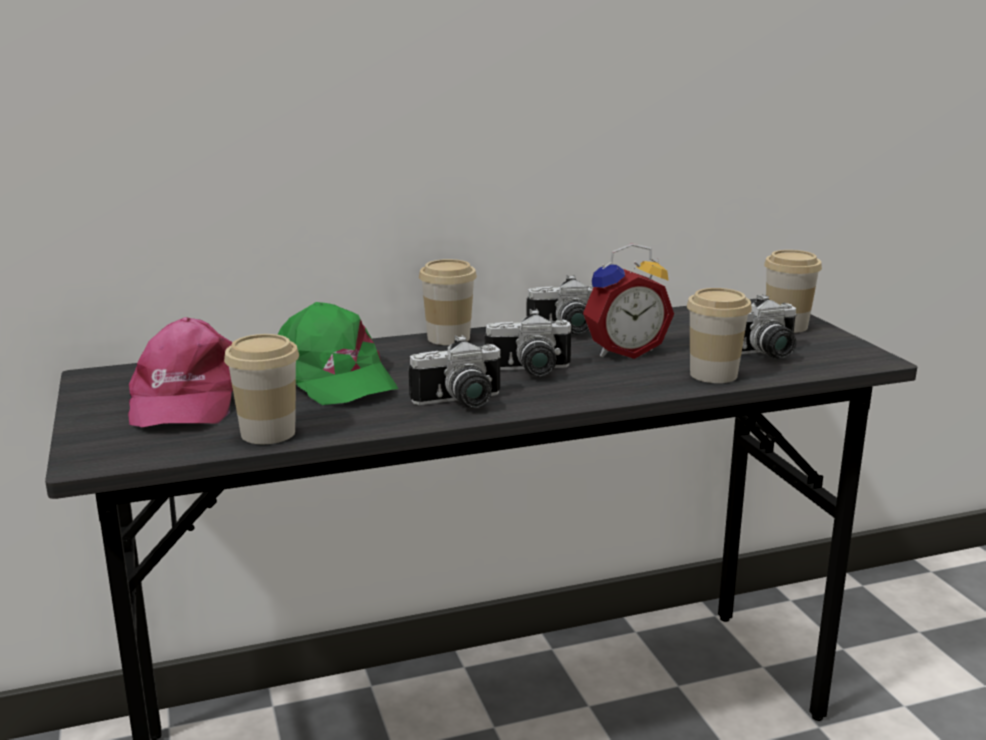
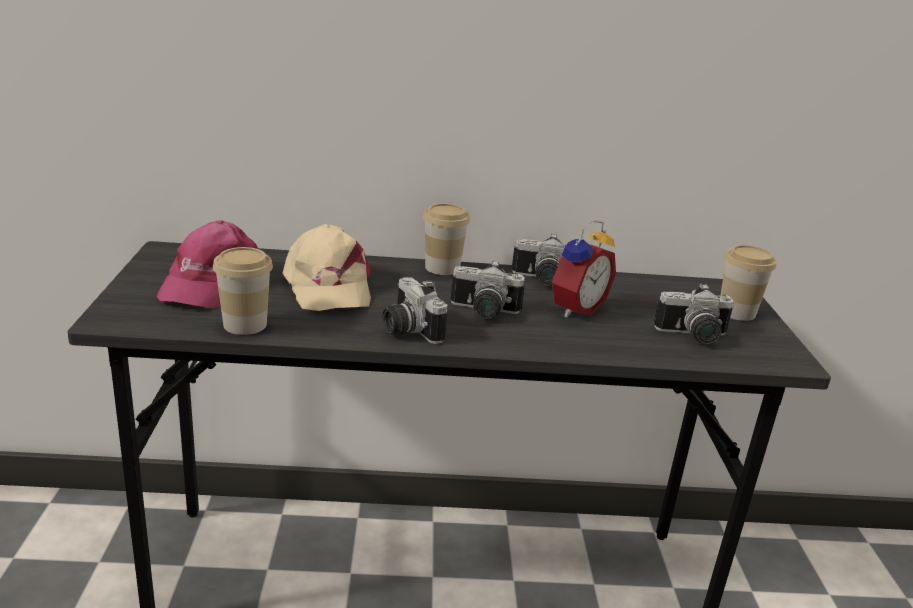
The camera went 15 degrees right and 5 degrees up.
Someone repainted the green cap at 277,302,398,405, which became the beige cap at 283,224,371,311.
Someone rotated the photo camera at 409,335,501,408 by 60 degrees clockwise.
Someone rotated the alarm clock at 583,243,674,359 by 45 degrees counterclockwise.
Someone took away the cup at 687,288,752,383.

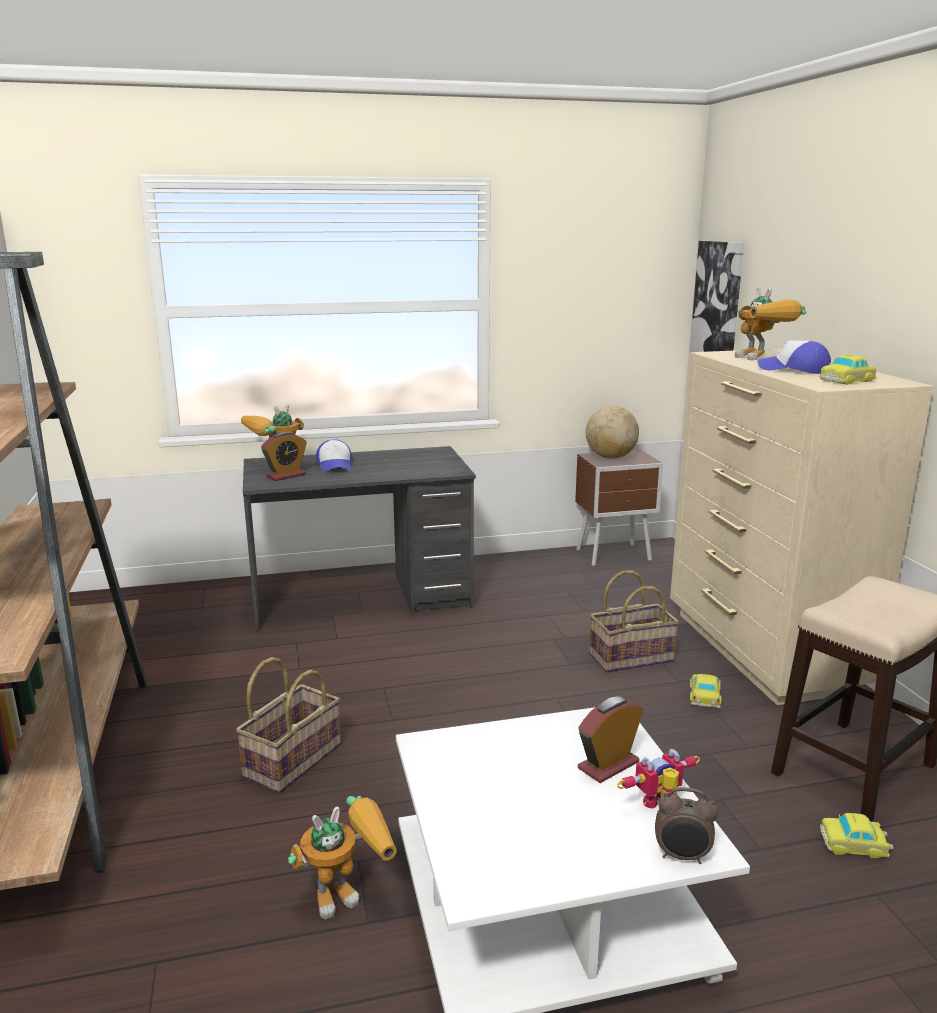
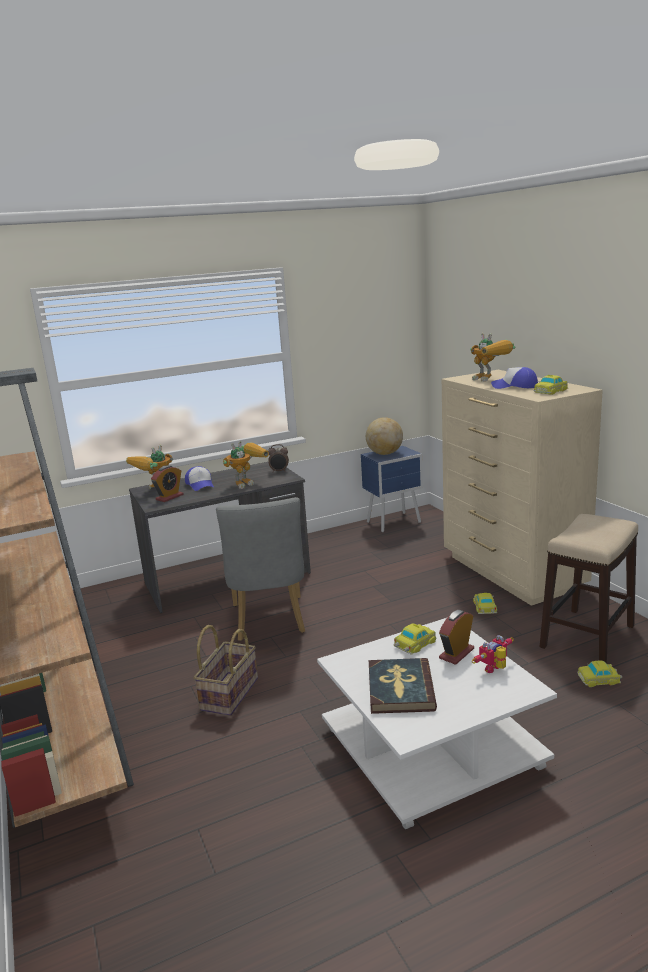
The camera went 10 degrees left and 0 degrees up.
Someone put down the grey chair at 216,497,305,641.
Someone carried the toy robot from 288,796,397,919 to 223,441,269,489.
Someone carried the alarm clock from 655,787,718,864 to 268,444,289,472.
Someone repainted the brown nightstand at 575,450,663,566, which became the blue nightstand at 361,446,423,532.
Someone put down the book at 369,658,437,714.
Someone put down the toy car at 393,623,437,655.
Someone took away the basket at 589,570,679,673.
Someone took away the picture at 690,241,744,352.

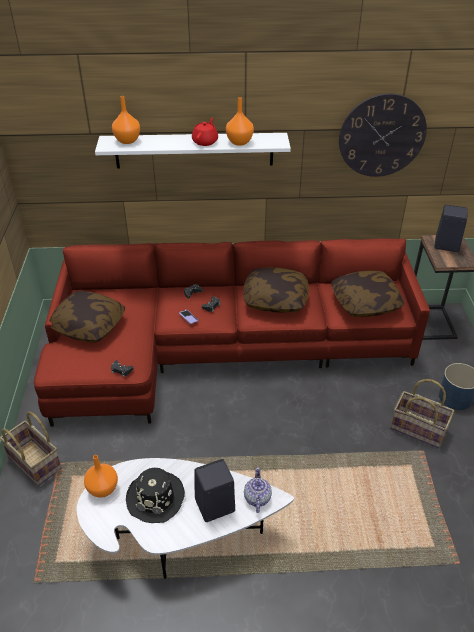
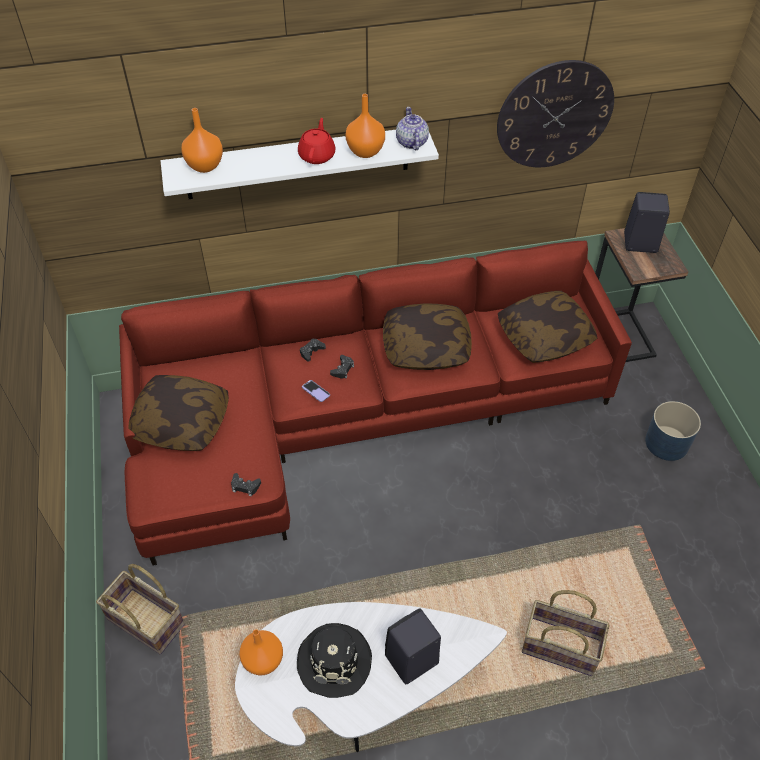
The camera went 10 degrees left and 10 degrees up.
Someone carried the teapot from 244,467,272,513 to 396,107,429,151.
Someone carried the basket from 391,379,454,448 to 522,590,609,676.

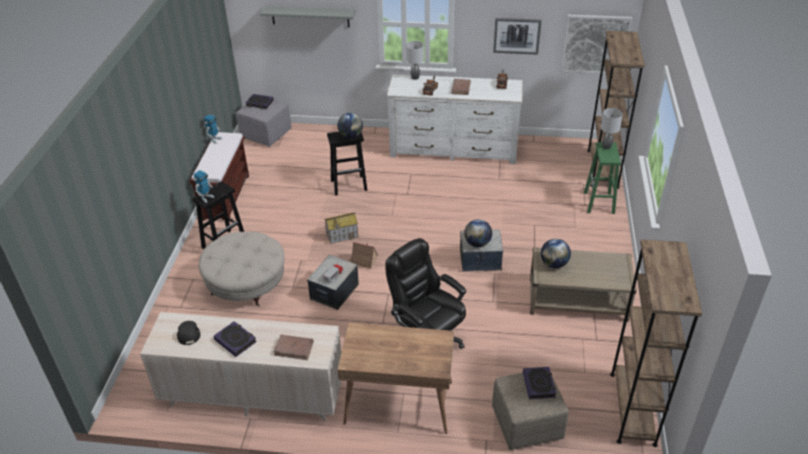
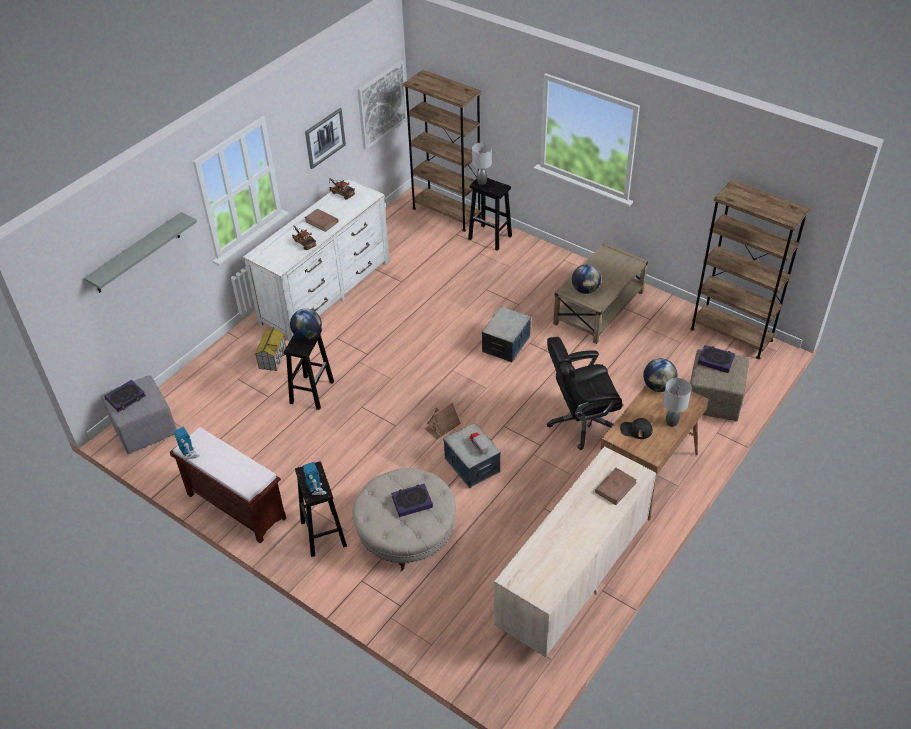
The camera went 60 degrees left and 5 degrees up.
Someone carried the toy house from 324,212,358,244 to 255,327,286,371.
Someone carried the book from 214,321,257,357 to 391,484,433,517.
Someone repainted the green stool at 584,142,621,214, which became the black stool at 468,178,512,251.
Someone carried the black cap from 177,321,200,345 to 620,418,653,439.
Someone carried the globe from 464,219,492,247 to 643,358,677,392.
Someone carried the grey table lamp from 406,41,424,80 to 663,378,692,427.

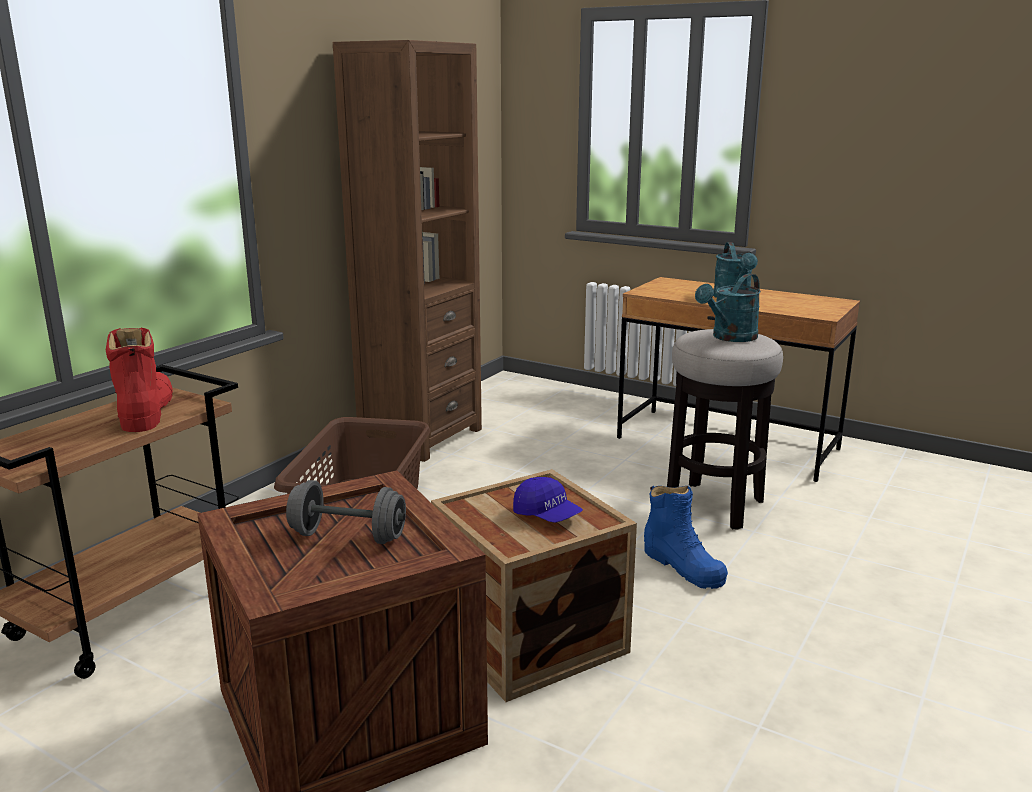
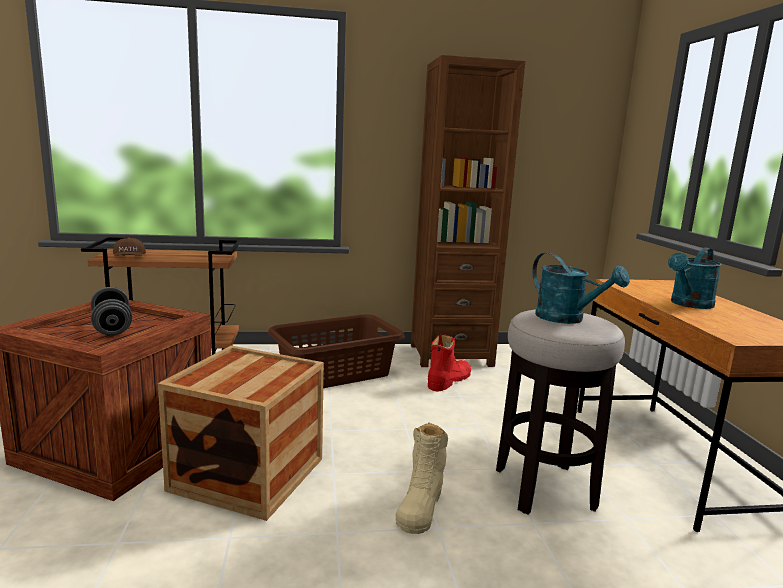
The camera went 50 degrees right and 5 degrees down.
Someone put down the brown cap at 113,238,146,256.
Someone repainted the blue boot at 644,486,728,589, which became the beige boot at 396,423,448,534.
Someone carried the red boot from 106,328,173,432 to 428,335,471,391.
Someone rotated the turquoise watering can at 695,273,761,342 by 135 degrees counterclockwise.
Someone took away the blue cap at 513,477,583,523.

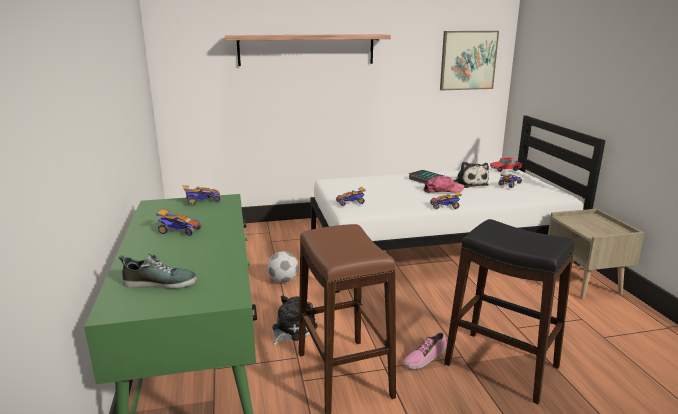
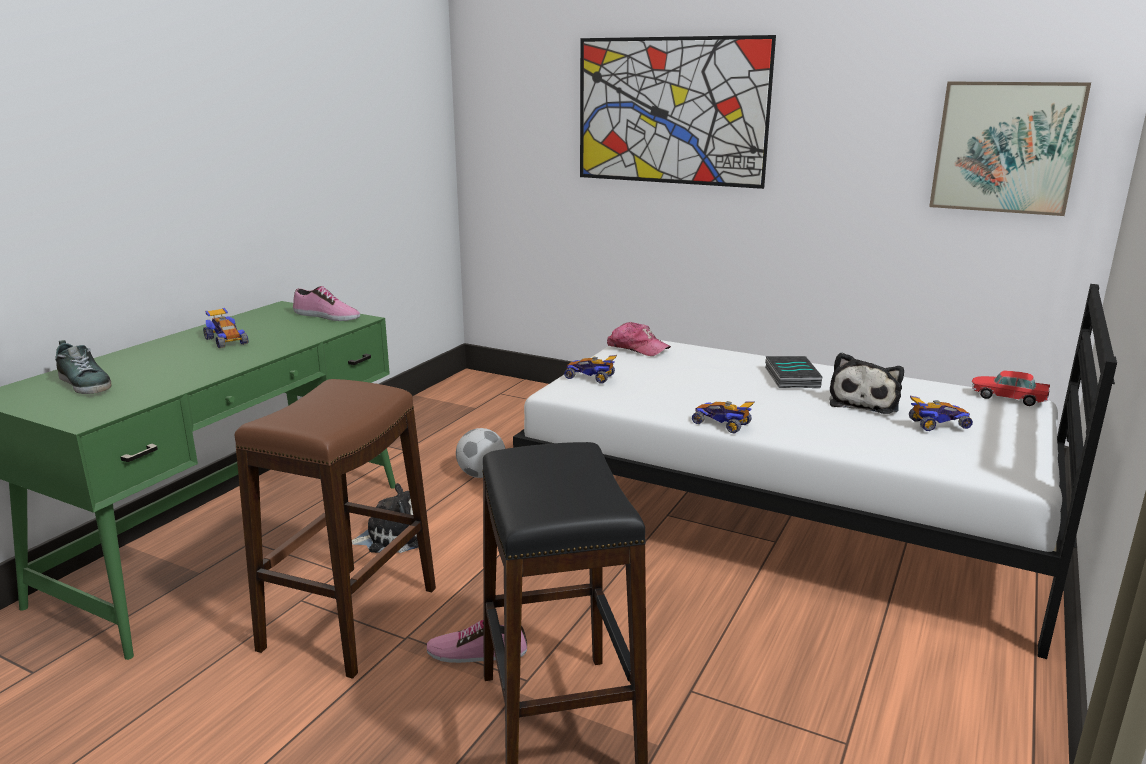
The camera went 40 degrees right and 0 degrees up.
Someone swapped the toy car at 183,185,220,206 for the shoe at 293,286,360,321.
Someone swapped the shelf at 225,34,391,66 for the picture at 580,35,776,189.
Someone carried the cap from 424,176,464,193 to 607,322,671,356.
Someone took away the beige nightstand at 548,209,645,300.

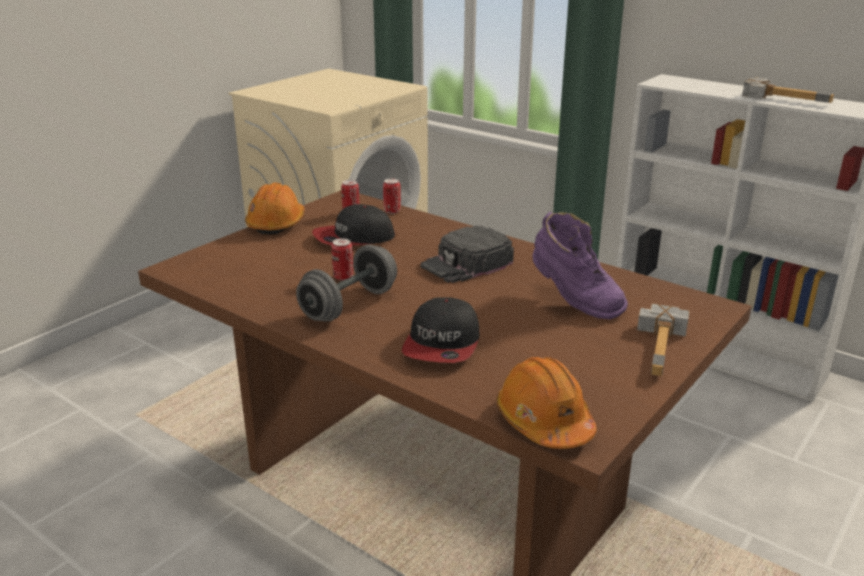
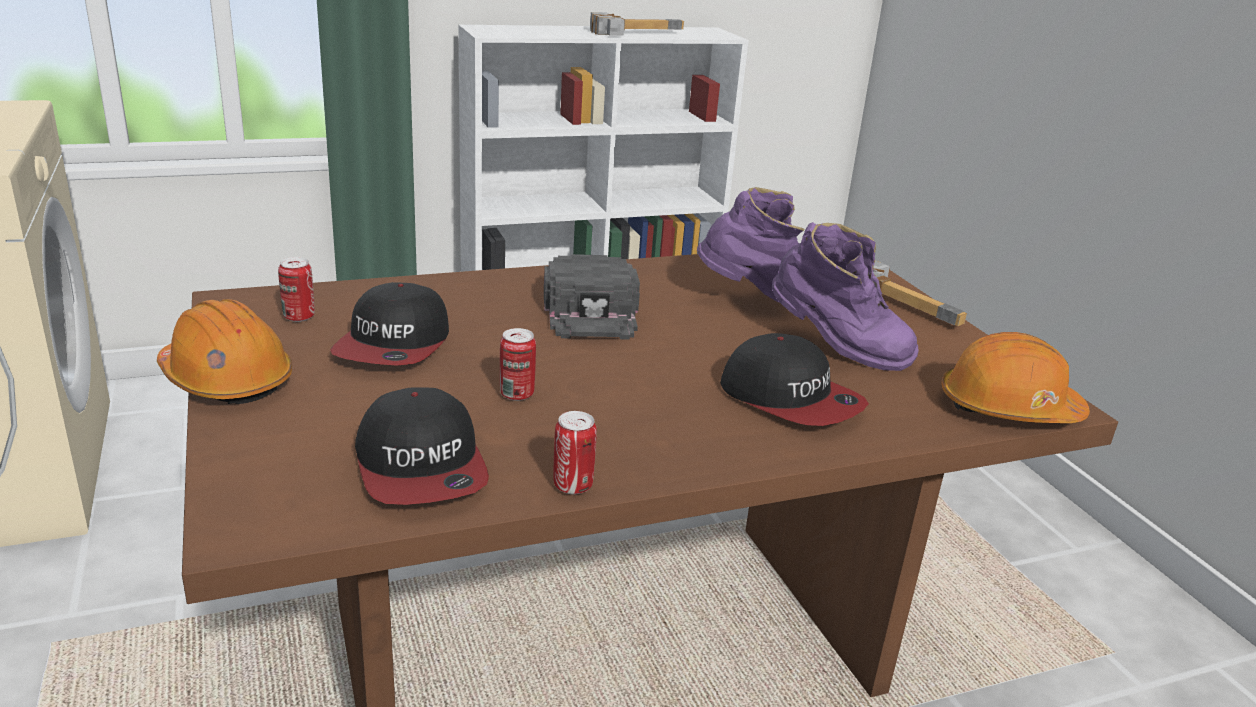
The camera went 60 degrees left and 0 degrees up.
Someone put down the cap at 355,387,489,505.
Someone carried the can from 383,178,401,214 to 554,411,597,494.
Someone put down the purple boot at 772,222,919,371.
Someone took away the grey dumbbell at 296,245,397,322.

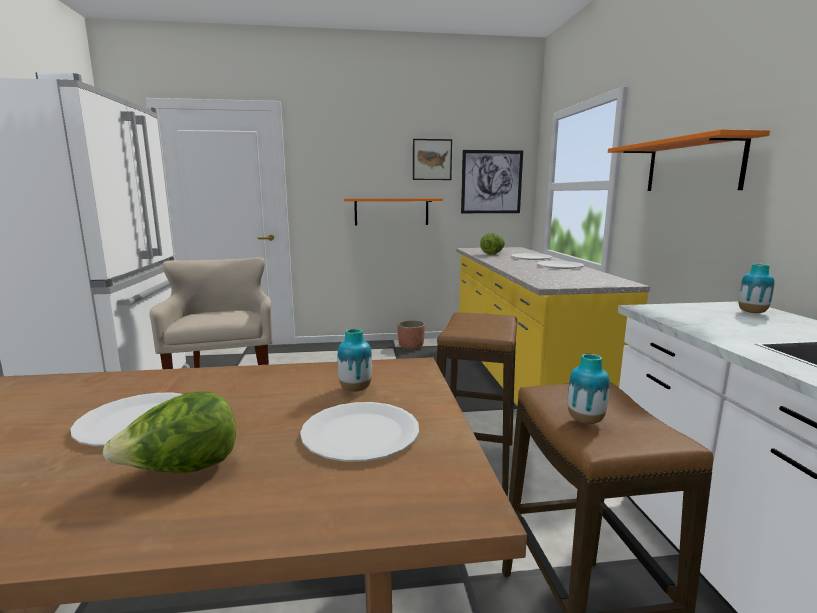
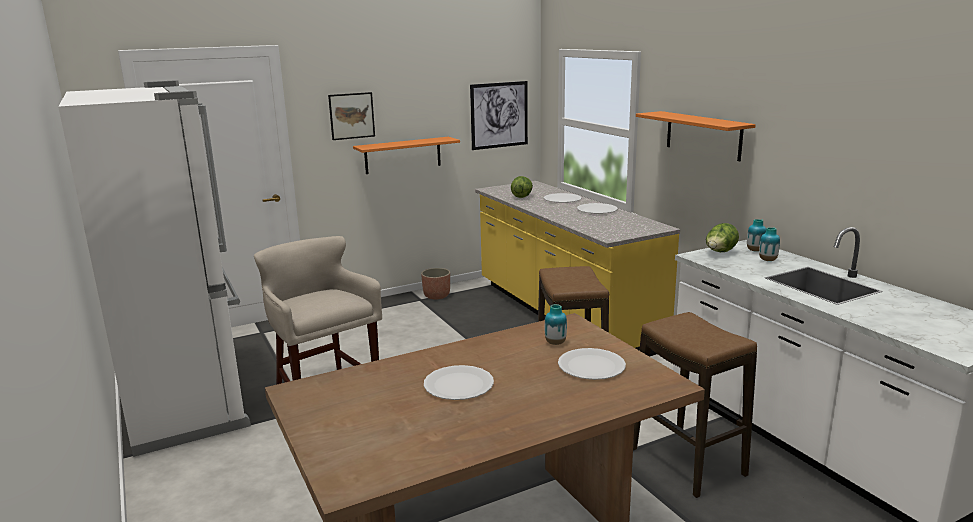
The camera went 20 degrees left and 5 degrees up.
Someone carried the picture from 413,139,452,180 to 328,92,375,140.
Someone carried the lettuce from 102,391,236,473 to 706,223,739,252.
Someone carried the vase from 568,354,610,424 to 759,227,780,261.

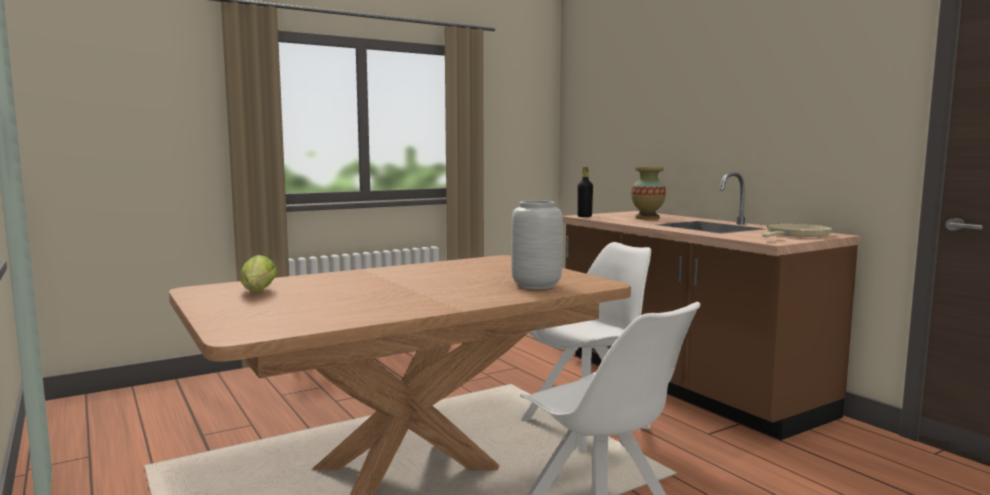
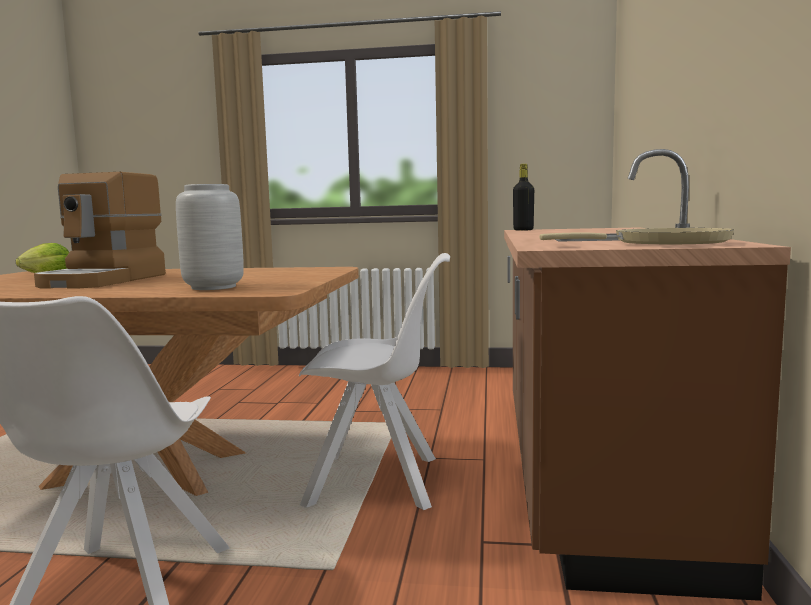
The camera went 40 degrees right and 0 degrees up.
Someone put down the coffee machine at 34,172,166,289.
Someone took away the vase at 631,167,666,220.

